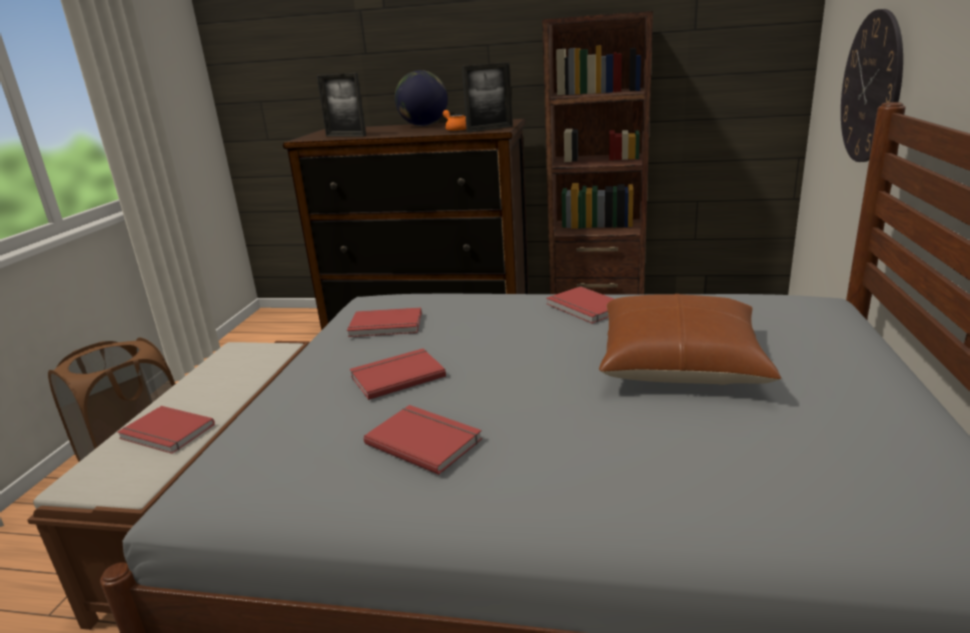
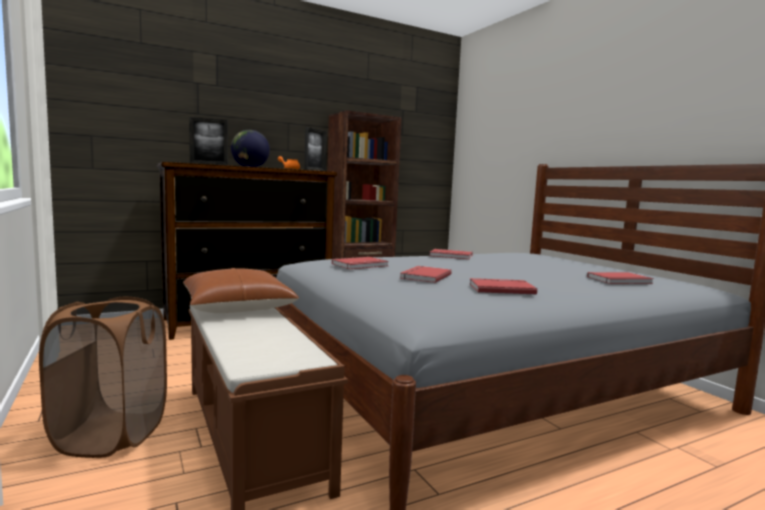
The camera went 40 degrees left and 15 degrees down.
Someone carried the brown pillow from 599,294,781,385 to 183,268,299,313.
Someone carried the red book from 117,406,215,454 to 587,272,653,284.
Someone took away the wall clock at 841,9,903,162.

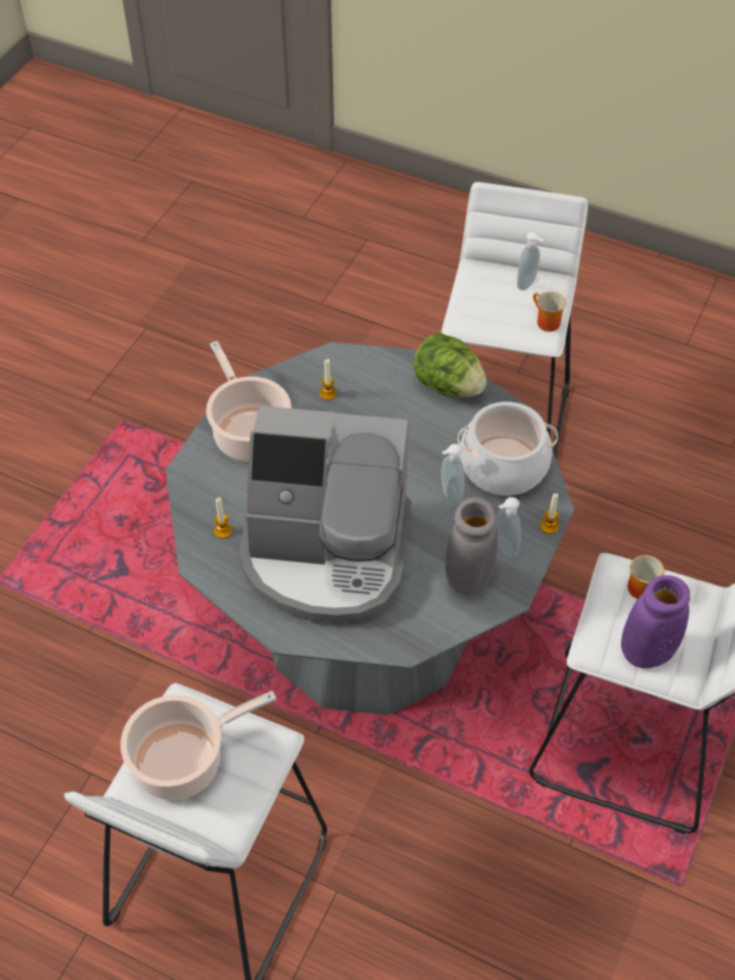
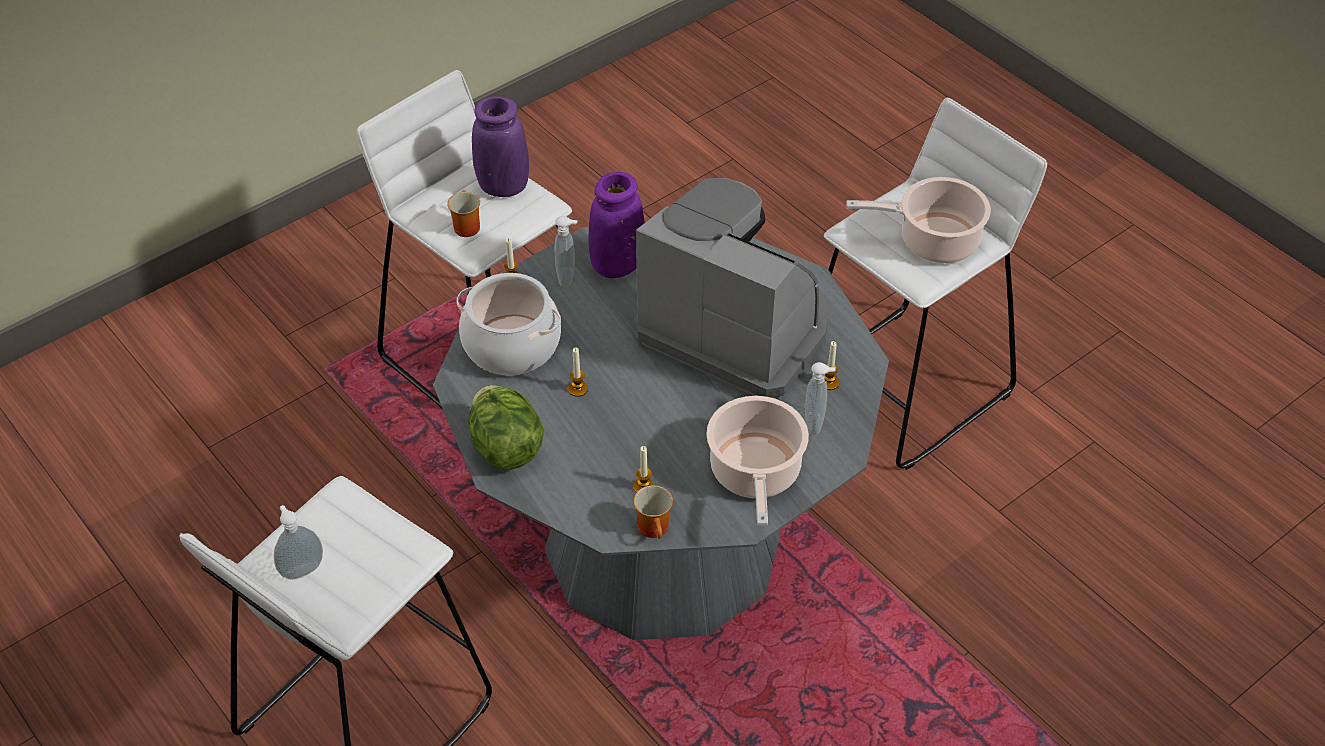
The camera went 155 degrees left and 5 degrees down.
Someone put down the candle at 568,347,588,397.
Someone repainted the grey vase at 445,497,498,595, which became the purple vase at 589,172,645,278.
Someone carried the mug from 533,292,566,332 to 634,485,673,538.
Someone carried the soap dispenser from 441,444,465,505 to 805,362,836,435.

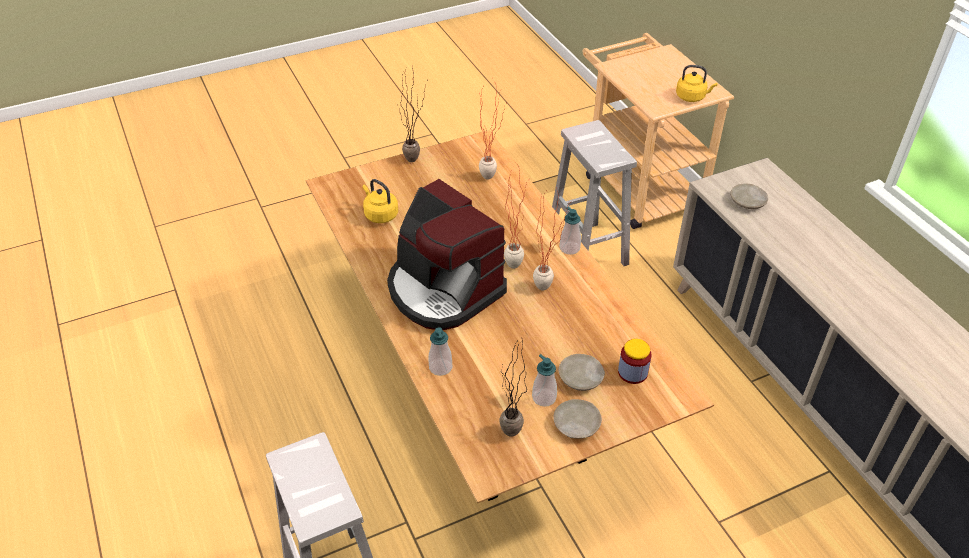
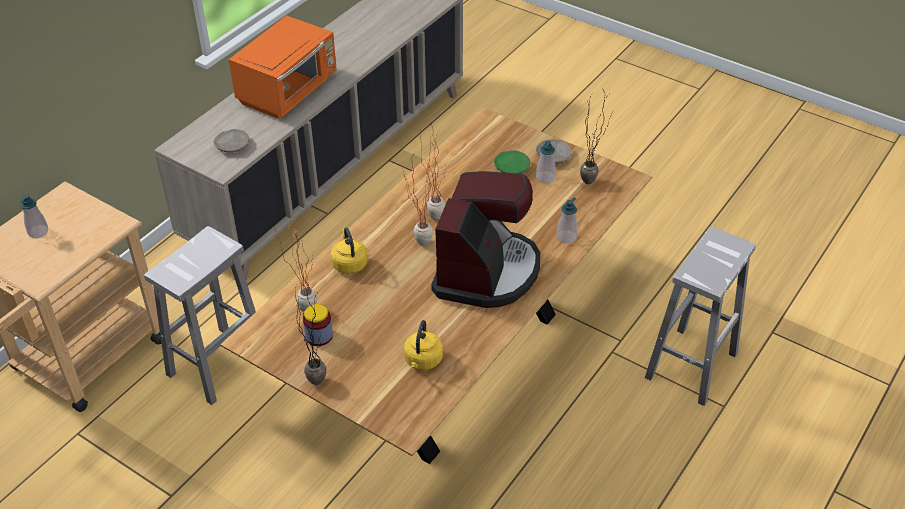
The camera went 120 degrees left and 0 degrees up.
Someone carried the soap dispenser from 560,207,581,255 to 20,194,48,238.
Someone put down the orange microwave at 229,15,337,119.
Someone carried the jar from 618,339,651,384 to 303,304,333,346.
Someone carried the yellow kettle from 676,65,717,102 to 331,227,367,274.
Someone repainted the beige plate at 559,354,605,391, which became the green plate at 494,150,530,174.

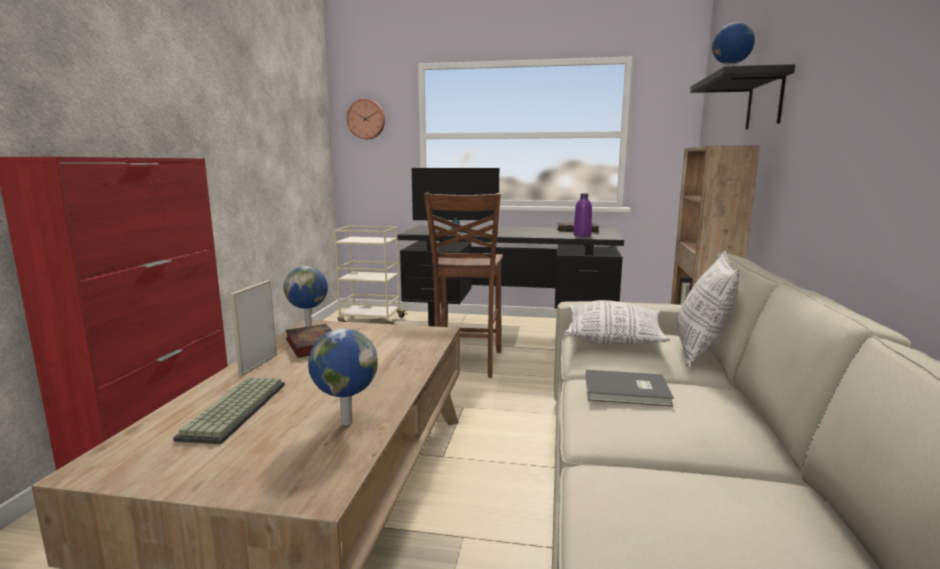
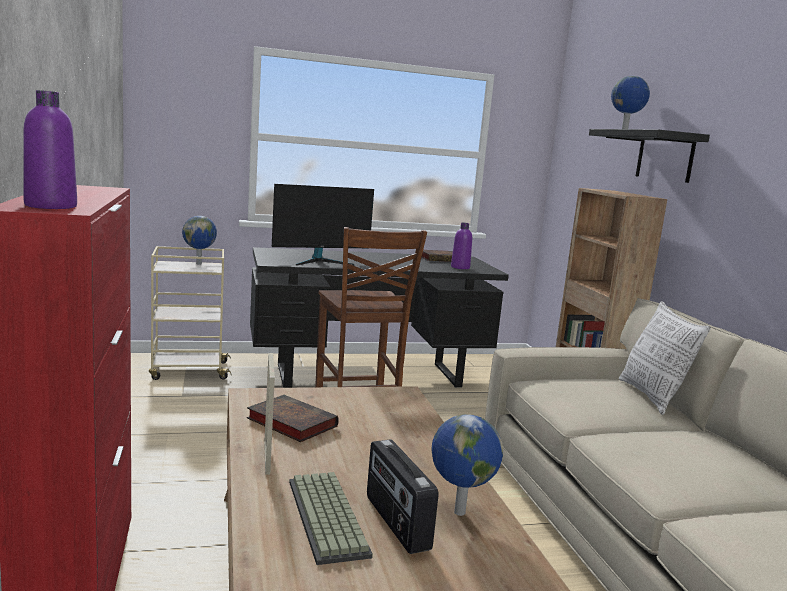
The camera went 25 degrees left and 0 degrees up.
Someone put down the purple bottle at 23,90,77,209.
Someone carried the globe from 284,266,328,327 to 182,216,217,265.
Someone put down the radio at 367,439,438,554.
Someone took away the wall clock at 347,99,385,139.
Someone took away the pillow at 564,300,670,345.
Someone took away the grey book at 586,370,674,407.

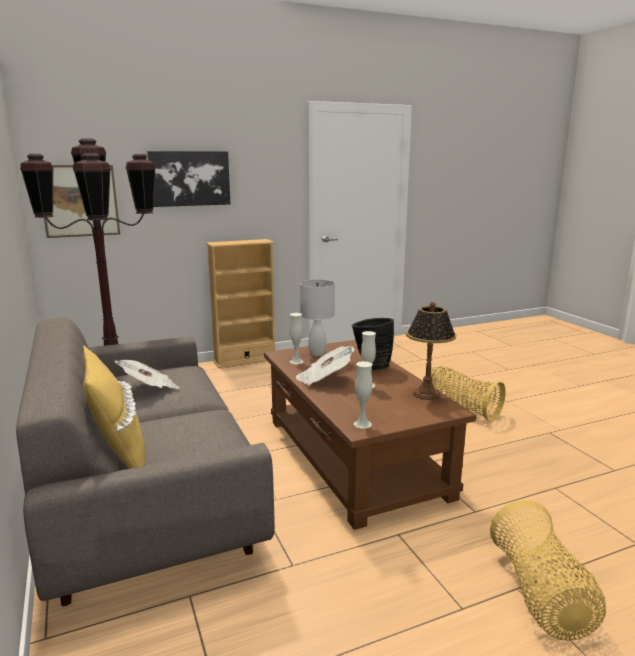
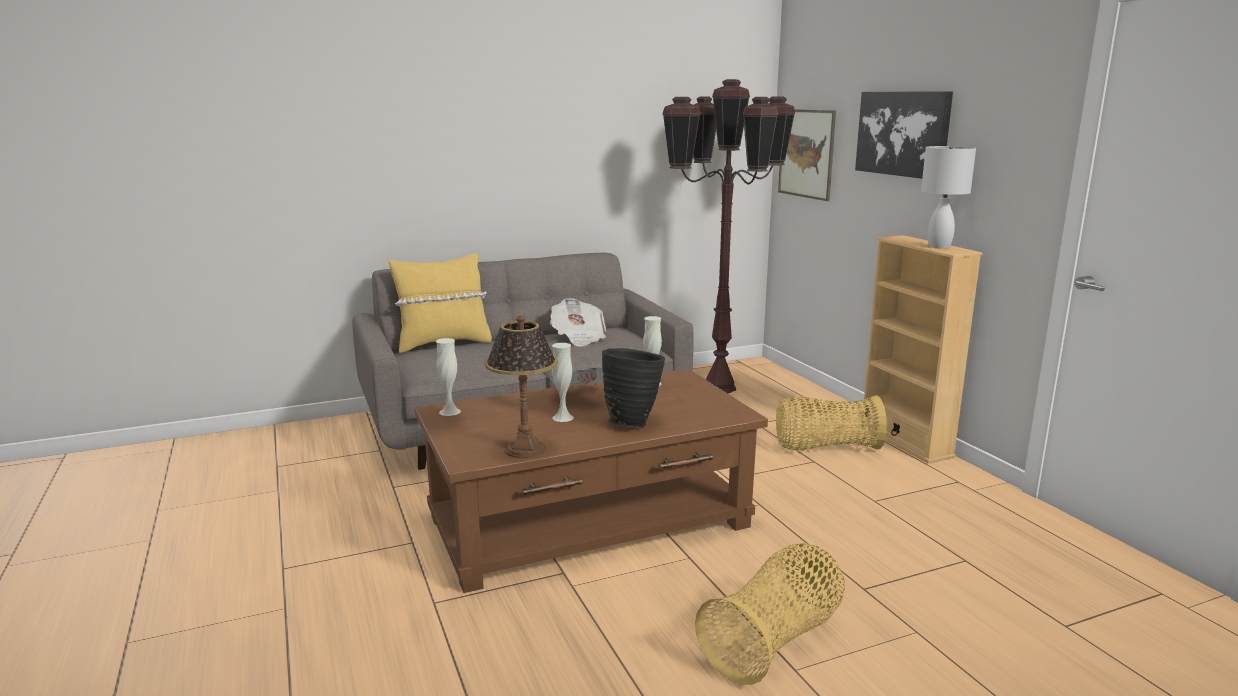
The camera went 90 degrees right and 0 degrees up.
Someone carried the basket from 490,500,606,641 to 776,395,887,450.
Someone carried the white table lamp from 300,280,335,356 to 921,146,976,249.

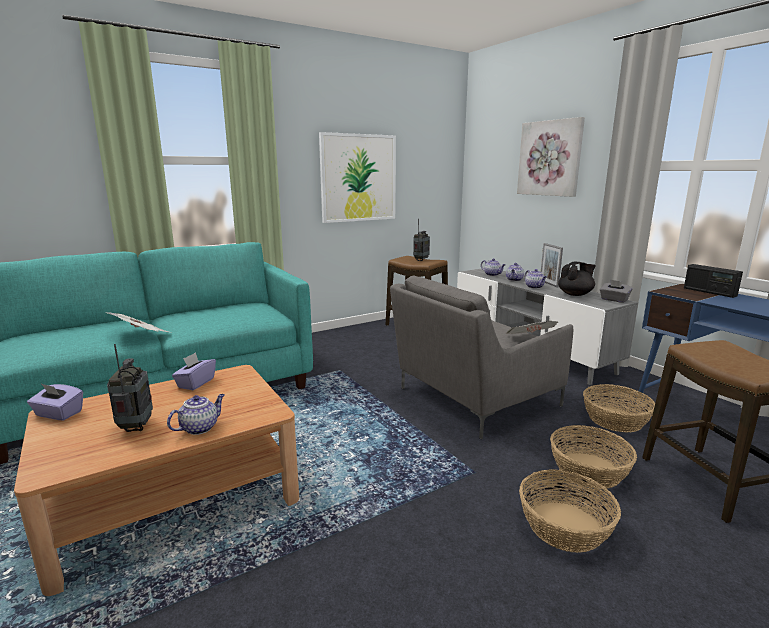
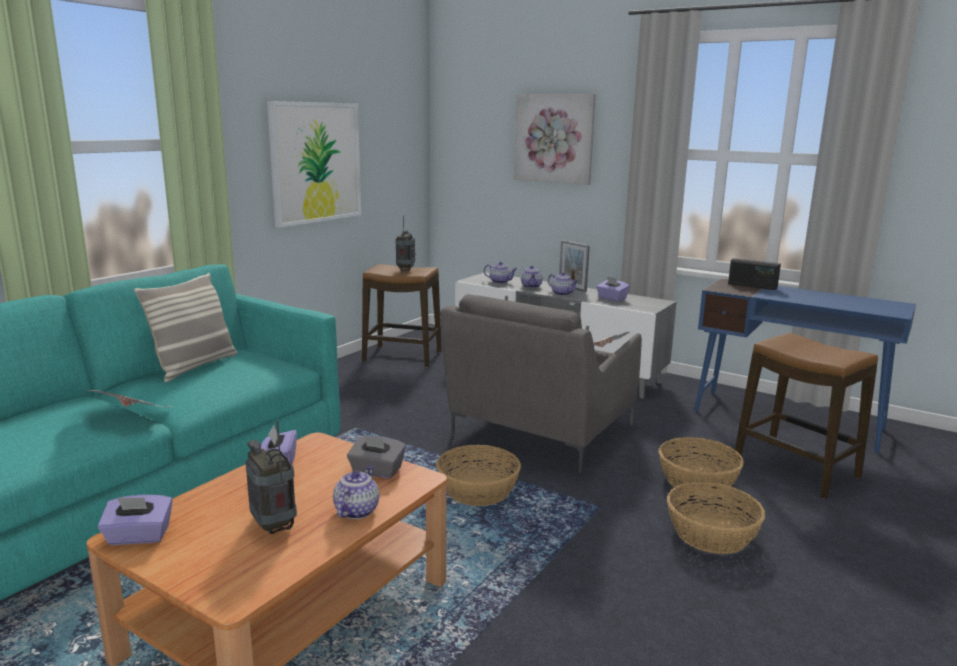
The camera went 25 degrees left and 0 degrees up.
Someone put down the pillow at 134,273,237,382.
Someone carried the grey tissue box from 600,280,633,303 to 347,435,406,479.
Someone carried the basket from 583,384,655,432 to 436,445,521,506.
Someone swapped the black teapot at 558,262,596,296 for the purple tissue box at 596,276,630,302.

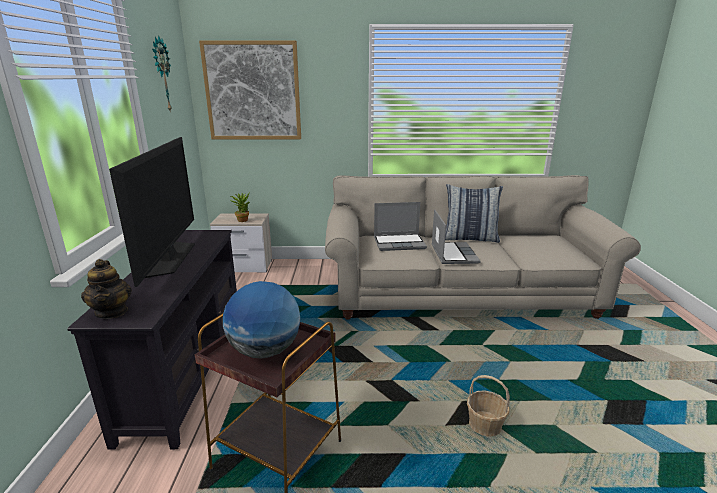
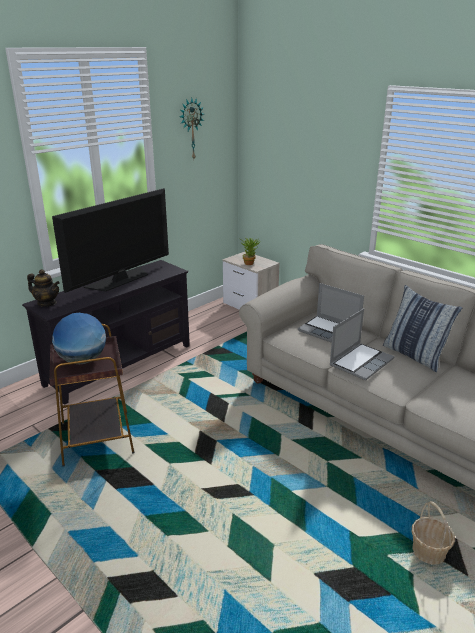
The camera went 45 degrees right and 5 degrees up.
Someone rotated the teapot at 81,259,132,319 by 90 degrees counterclockwise.
Someone carried the basket from 467,375,510,437 to 412,501,455,564.
Someone took away the picture at 199,41,301,139.

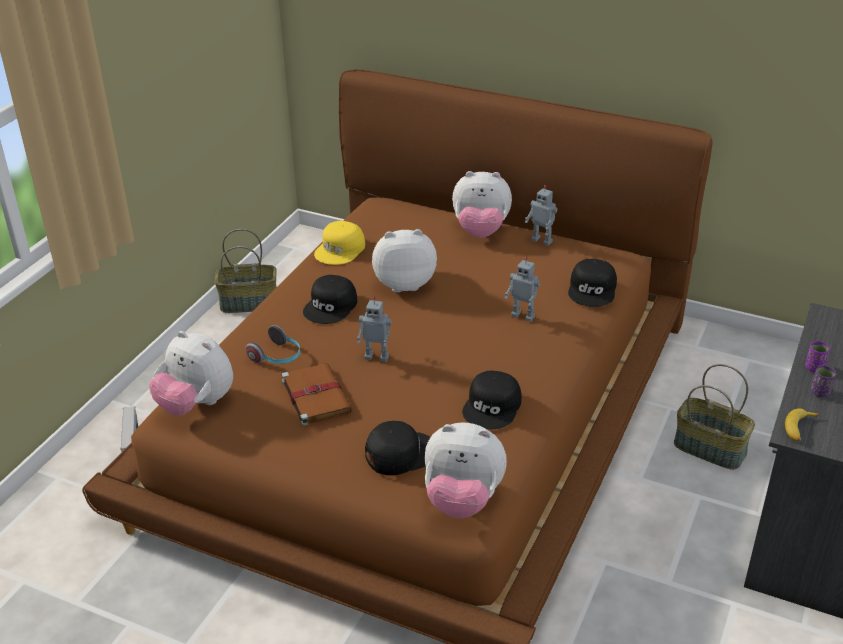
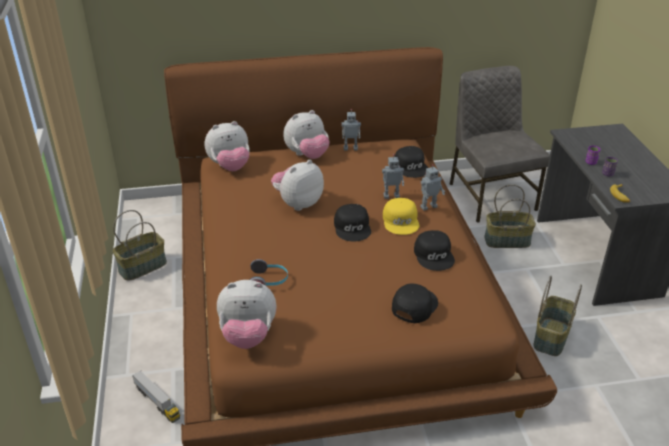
The camera went 35 degrees left and 0 degrees up.
Someone carried the plush toy from 425,422,507,518 to 205,121,250,171.
Someone carried the black cap from 303,275,357,324 to 334,204,371,242.
Someone carried the yellow cap from 314,221,365,265 to 383,198,419,235.
Someone carried the toy robot from 357,297,392,362 to 420,164,445,211.
Someone put down the grey chair at 450,66,550,223.
Someone put down the basket at 534,276,582,356.
Someone took away the brown book at 282,363,352,426.

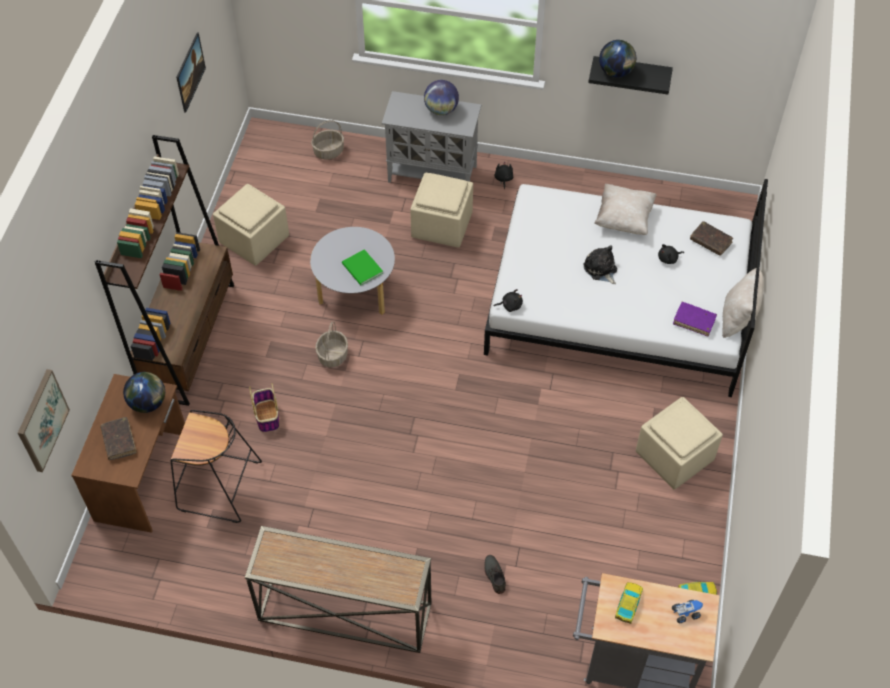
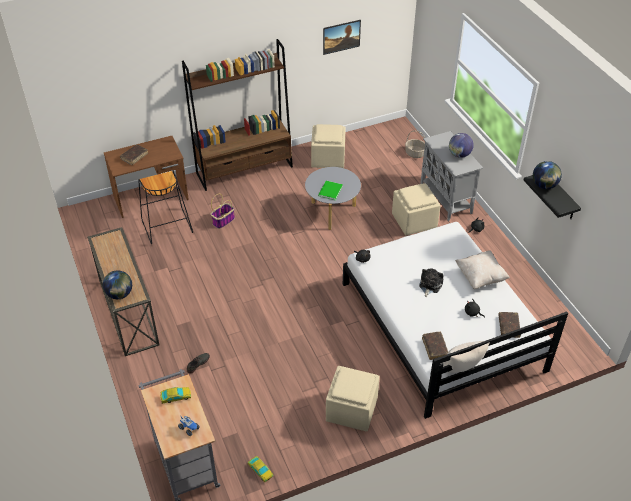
The camera went 55 degrees right and 10 degrees down.
Someone carried the globe from 123,372,165,413 to 103,270,132,299.
Someone repainted the purple book at 673,301,717,336, which became the brown book at 422,332,448,360.
Someone took away the picture at 18,369,70,472.
Someone took away the basket at 315,321,348,367.

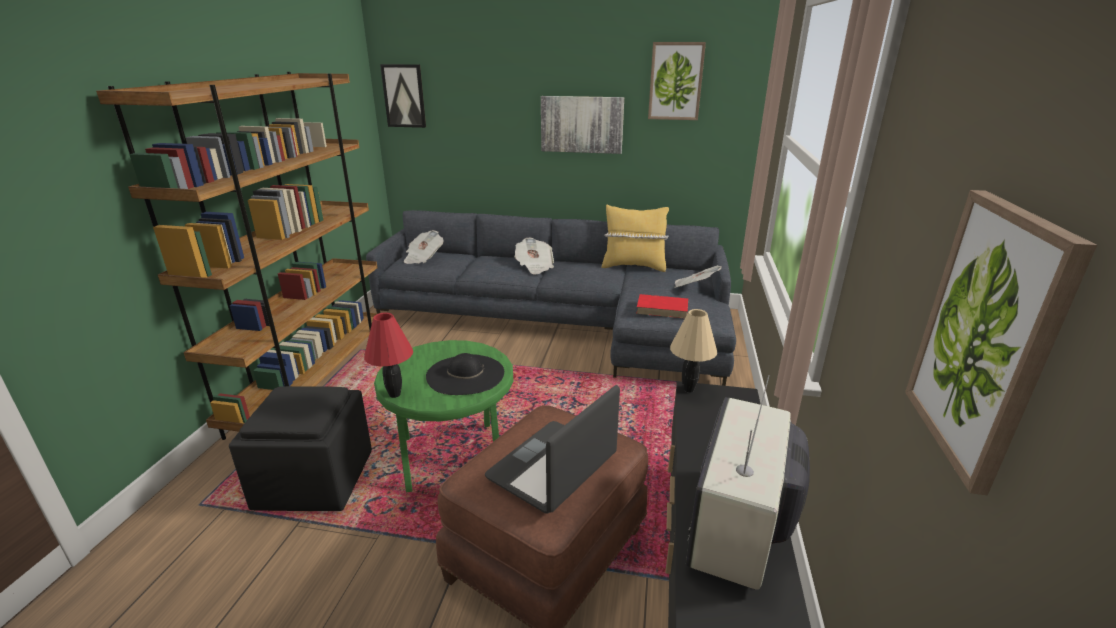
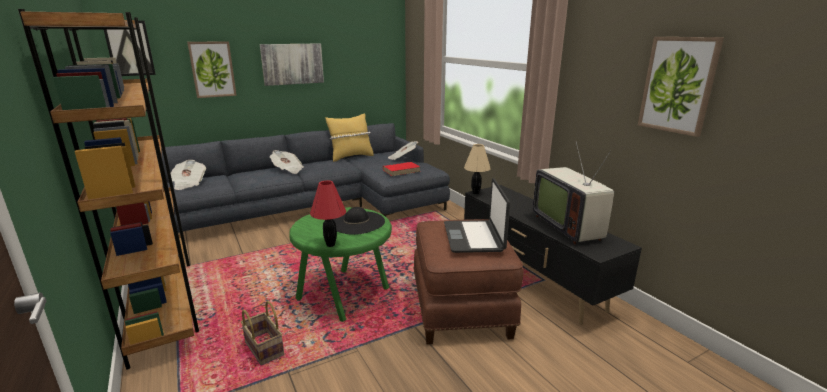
The camera went 40 degrees left and 5 degrees down.
Someone carried the picture from 648,42,706,120 to 187,41,237,98.
Someone swapped the black ottoman at 229,386,372,511 for the basket at 241,301,284,365.

